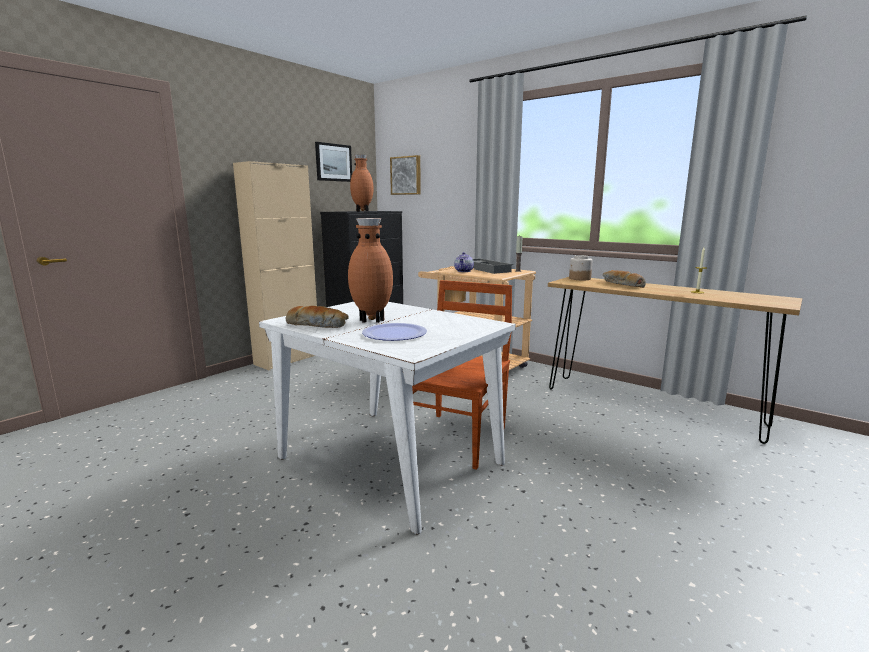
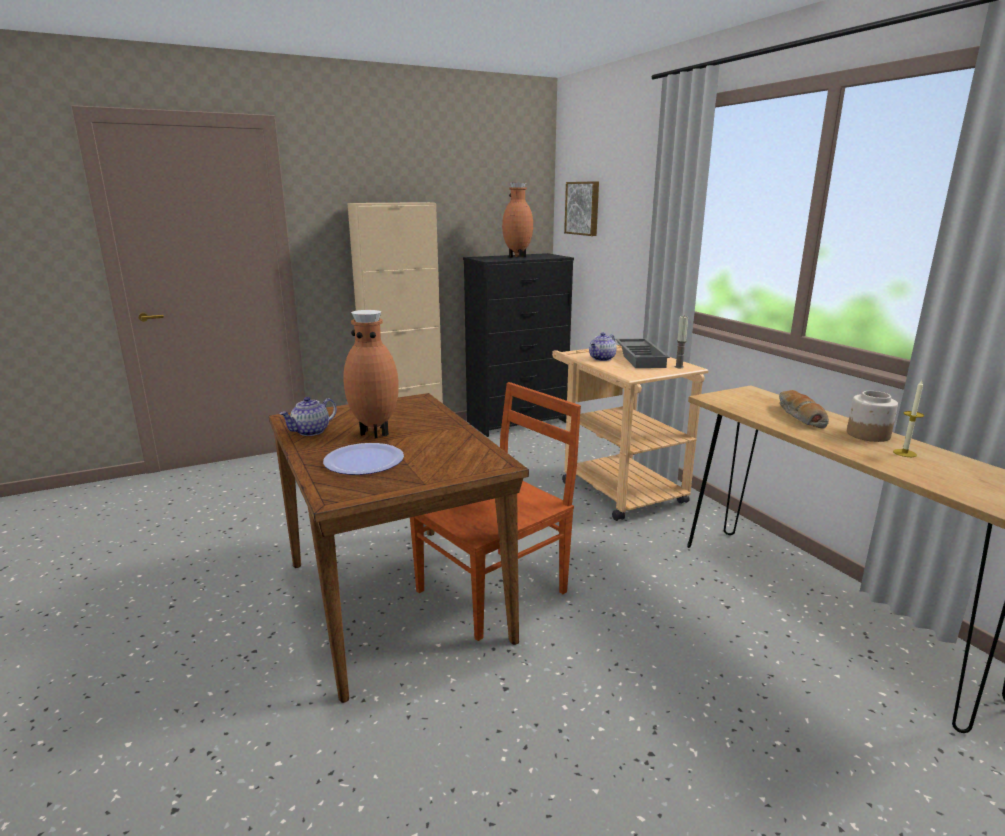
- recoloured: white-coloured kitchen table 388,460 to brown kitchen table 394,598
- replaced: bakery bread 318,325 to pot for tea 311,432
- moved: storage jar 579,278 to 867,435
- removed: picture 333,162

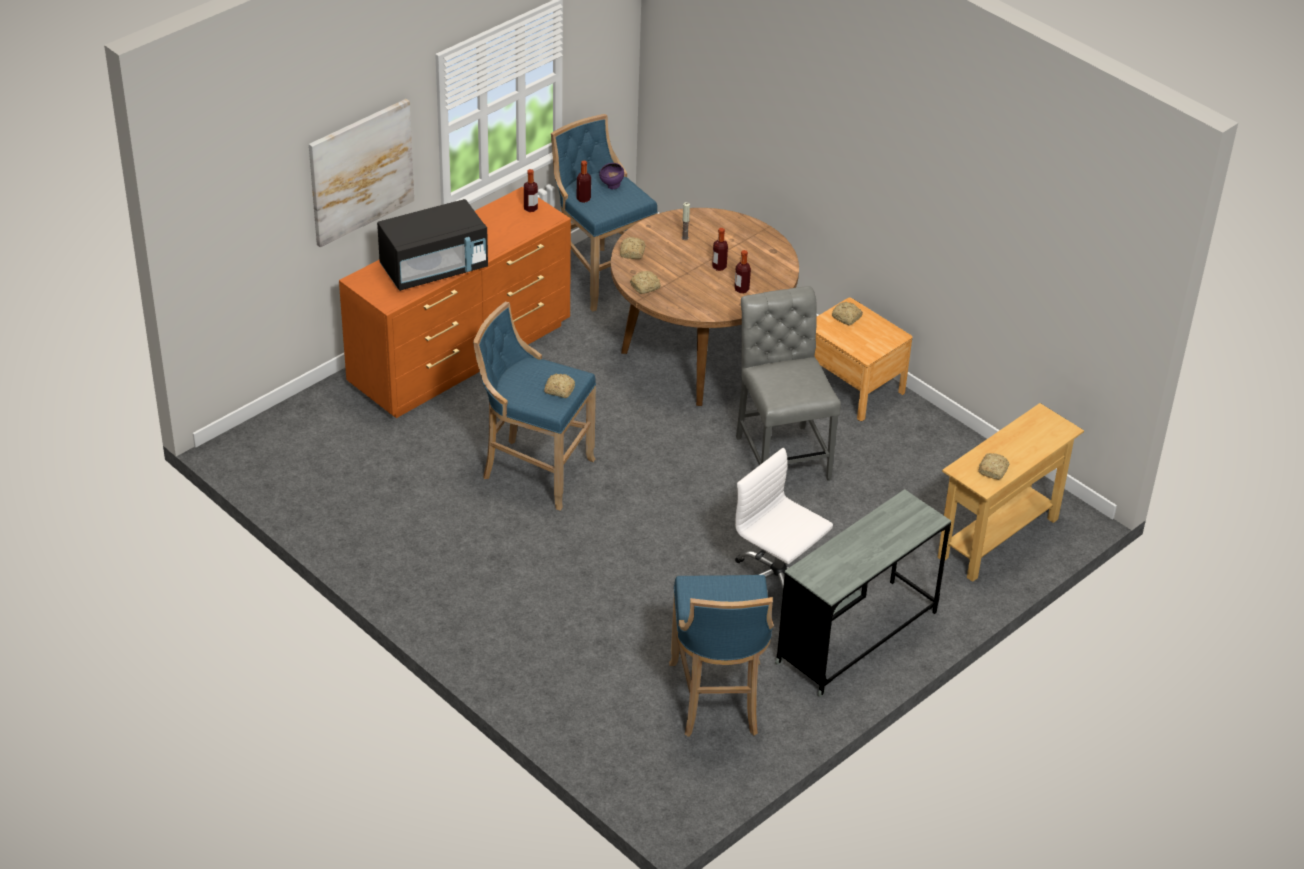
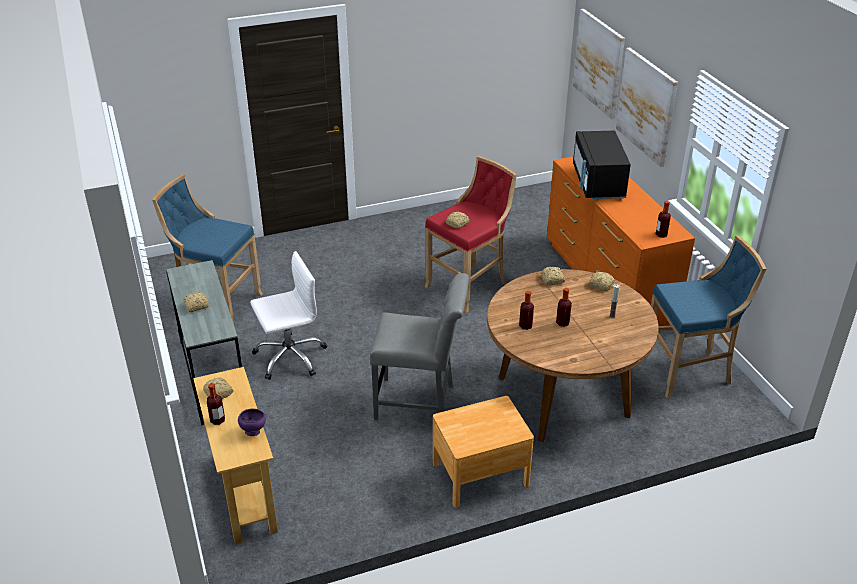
- moved: bakery bread 847,318 to 195,306
- moved: bottle 583,199 to 217,420
- moved: purplish serving bowl 611,186 to 253,431
- recoloured: bluish stool 534,470 to red-coloured stool 469,285
- added: picture 599,63

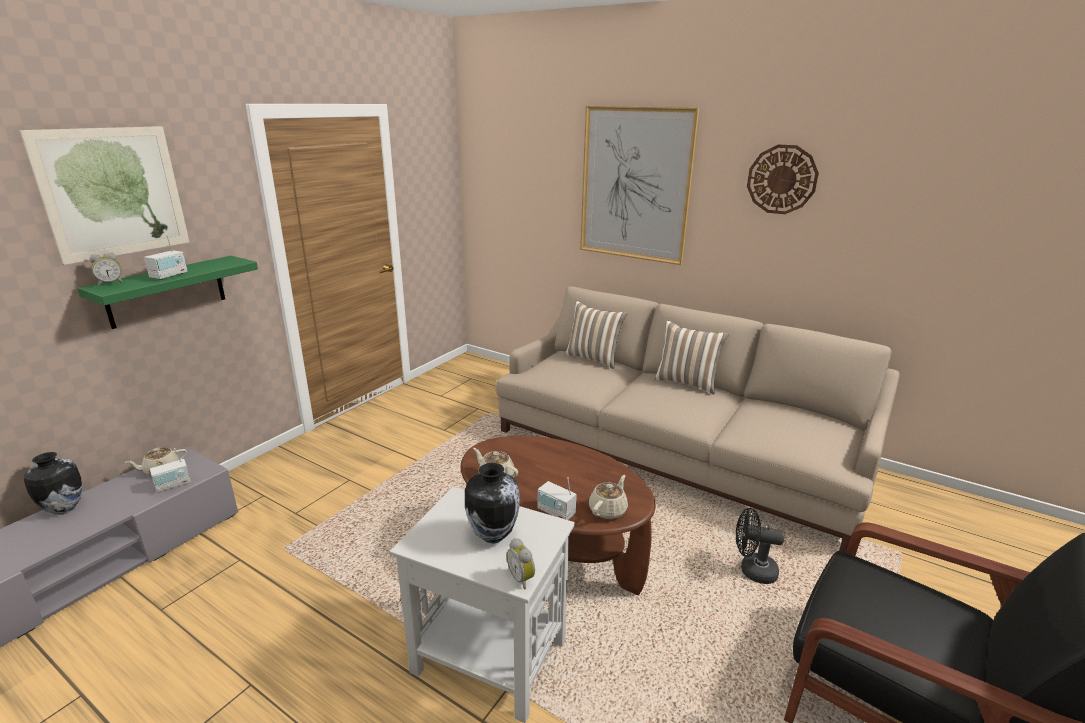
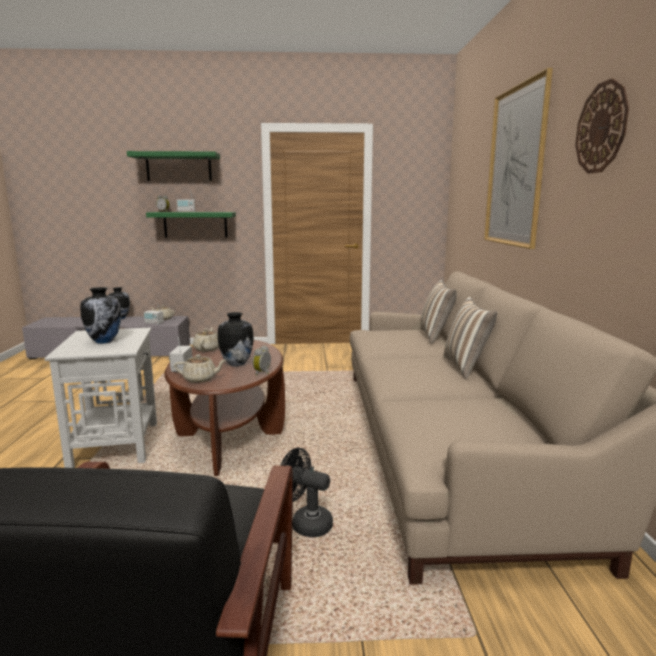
- replaced: picture 114,192 to green bracket shelf 179,167
- added: vase 236,364
- moved: table clock 522,578 to 263,373
- turned: black fan 752,570 = 305,523 45 degrees counterclockwise

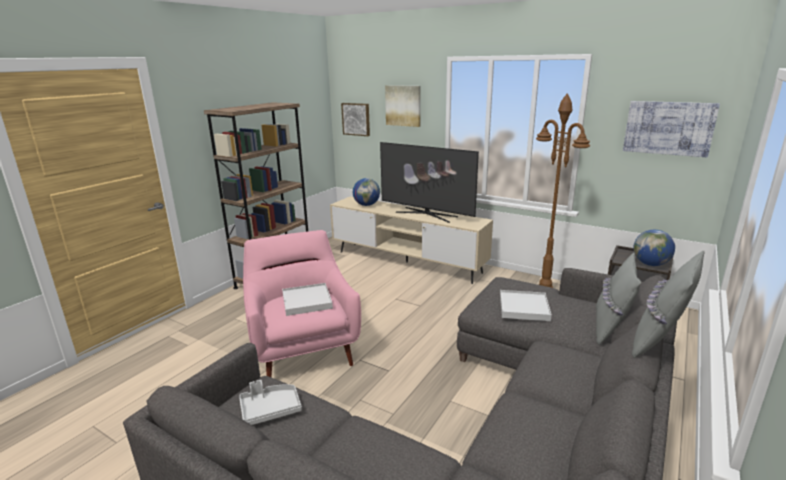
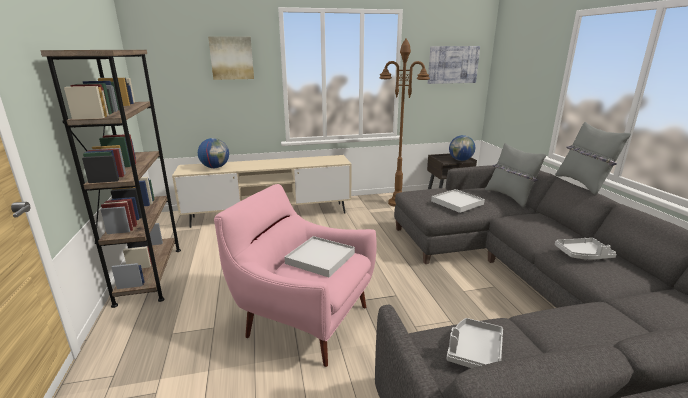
- added: greyish serving tray 583,254
- removed: picture 356,119
- removed: TV set 426,214

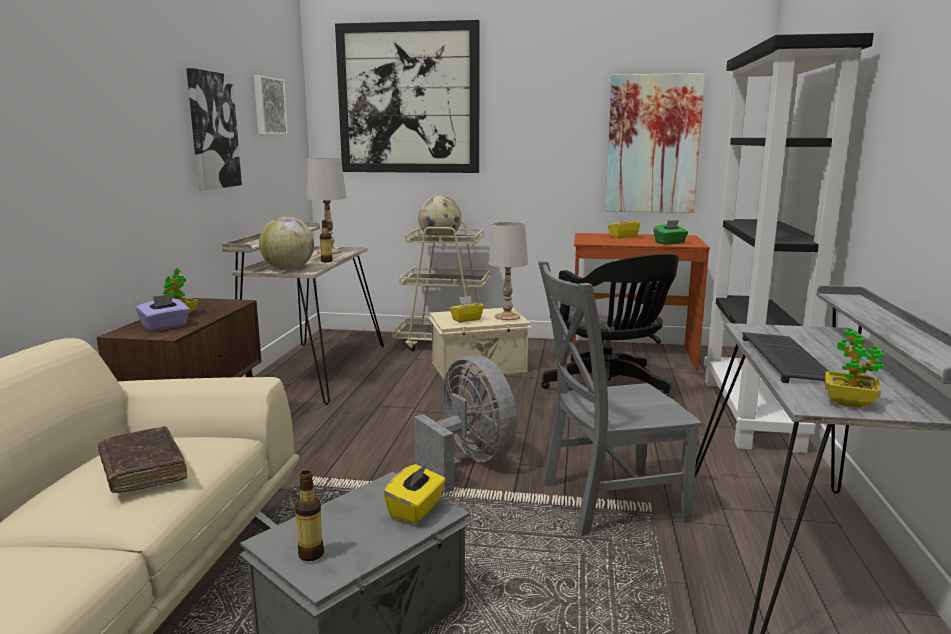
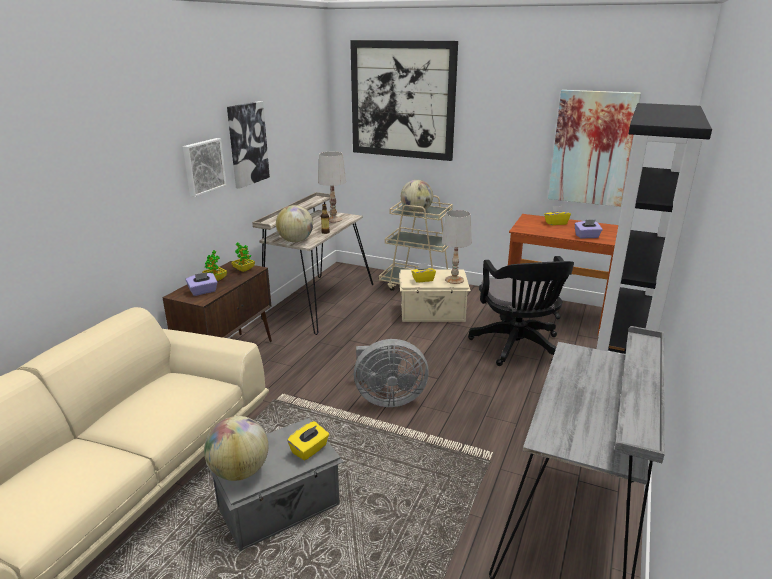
- moved: picture 268,106 to 203,166
- replaced: bottle 311,554 to globe 239,471
- moved: potted plant 849,402 to 244,269
- turned: greyish fan 468,463 = 387,398 105 degrees clockwise
- recoloured: green tissue holder 670,243 to purplish tissue holder 587,236
- removed: brown bound book 142,470
- removed: greyish plain chair 606,501
- removed: PC keyboard 788,360

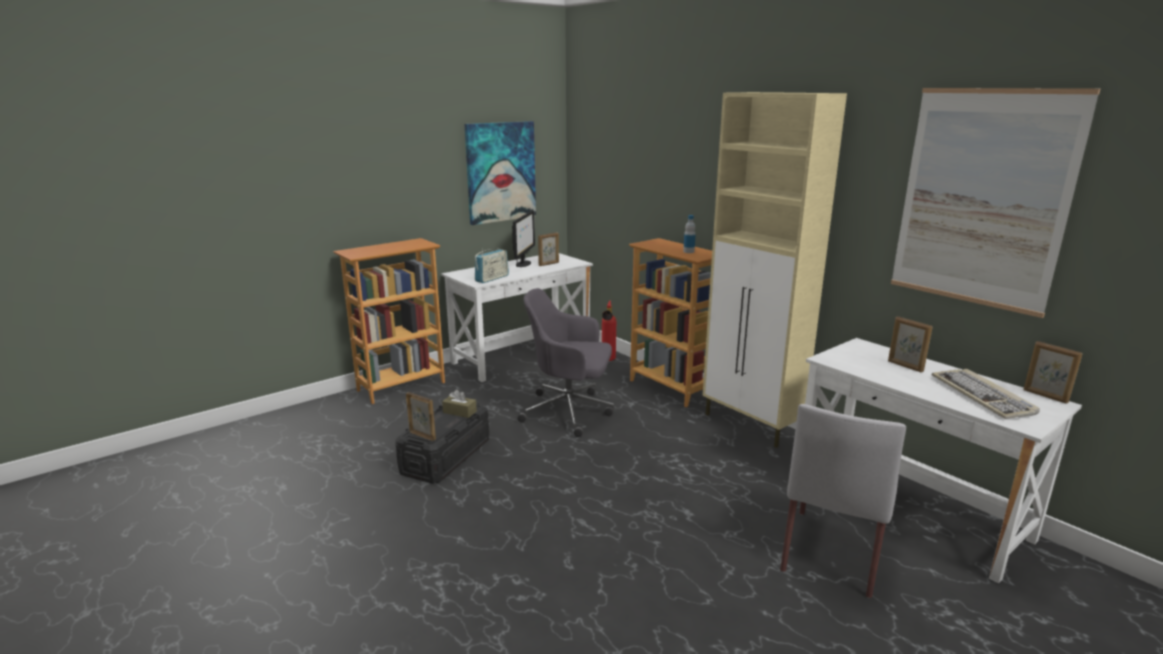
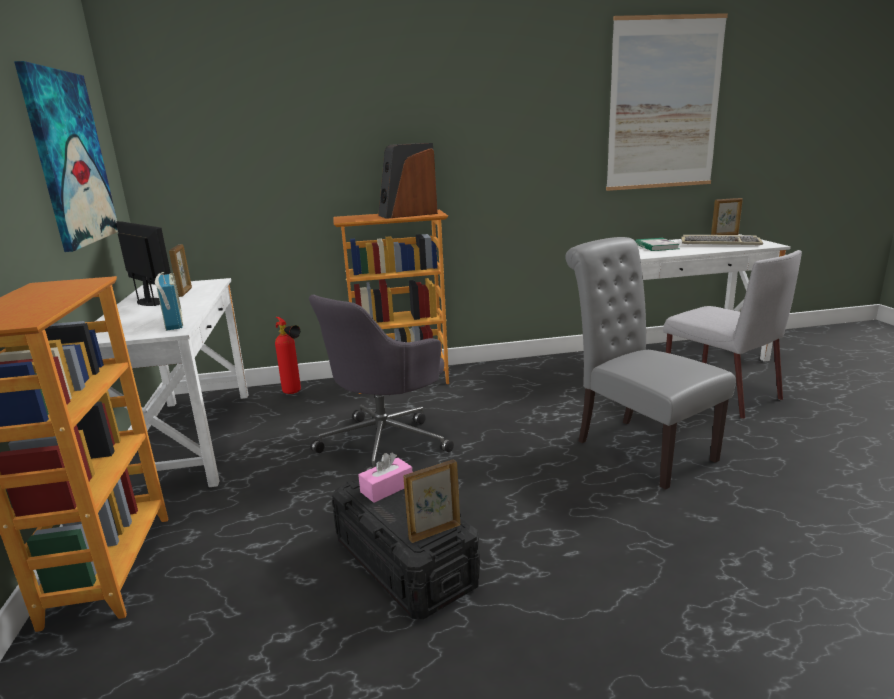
- recoloured: brown tissue holder 459,412 to pinkish tissue holder 387,488
- replaced: bottle 688,251 to speaker 408,214
- added: greyish plain chair 637,447
- replaced: photo frame 905,366 to bound book 656,246
- removed: beige-coloured cupboard 751,425

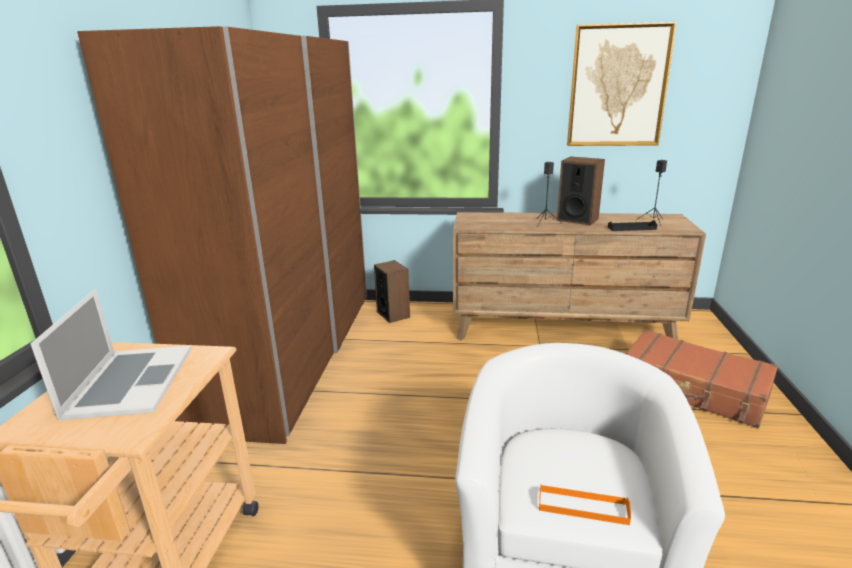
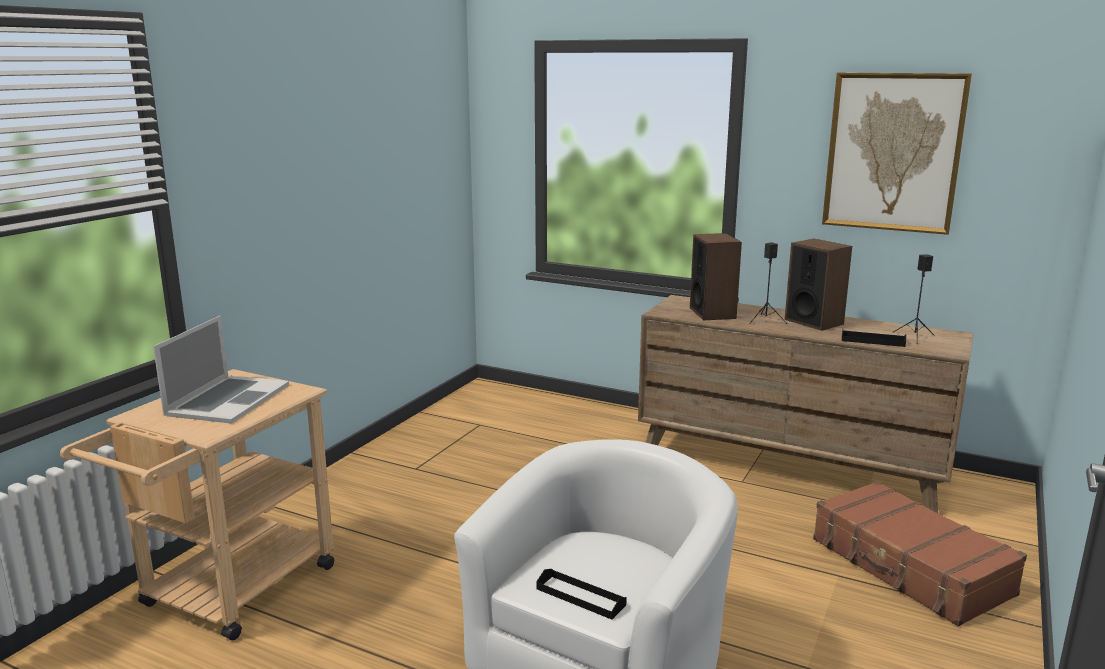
- recoloured: orangey serving tray 583,507 to black serving tray 580,597
- moved: speaker 393,314 to 712,313
- removed: brown armoire 292,354

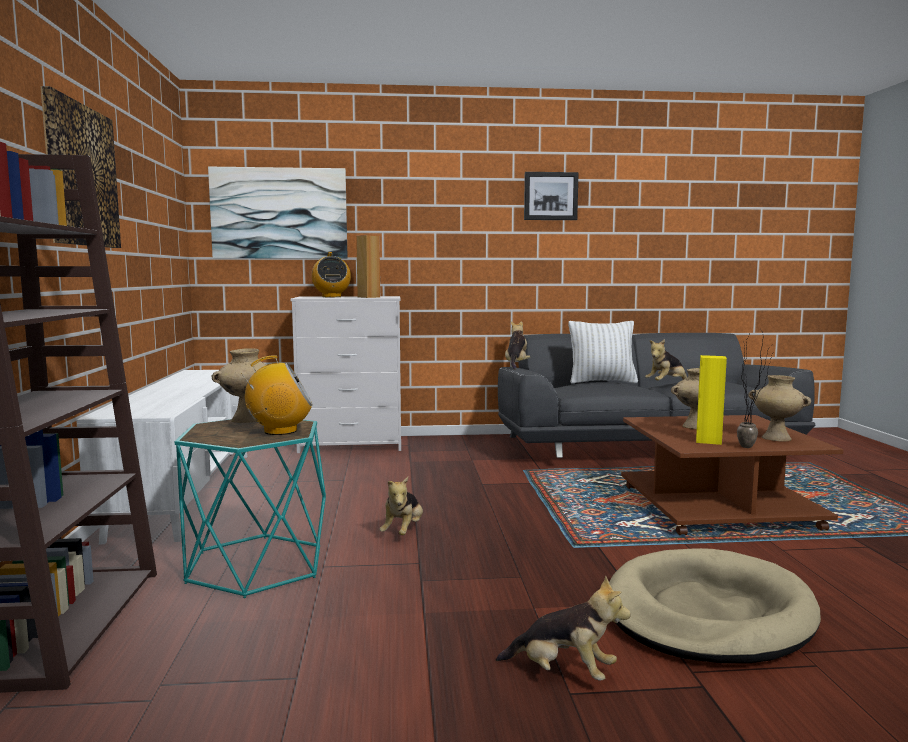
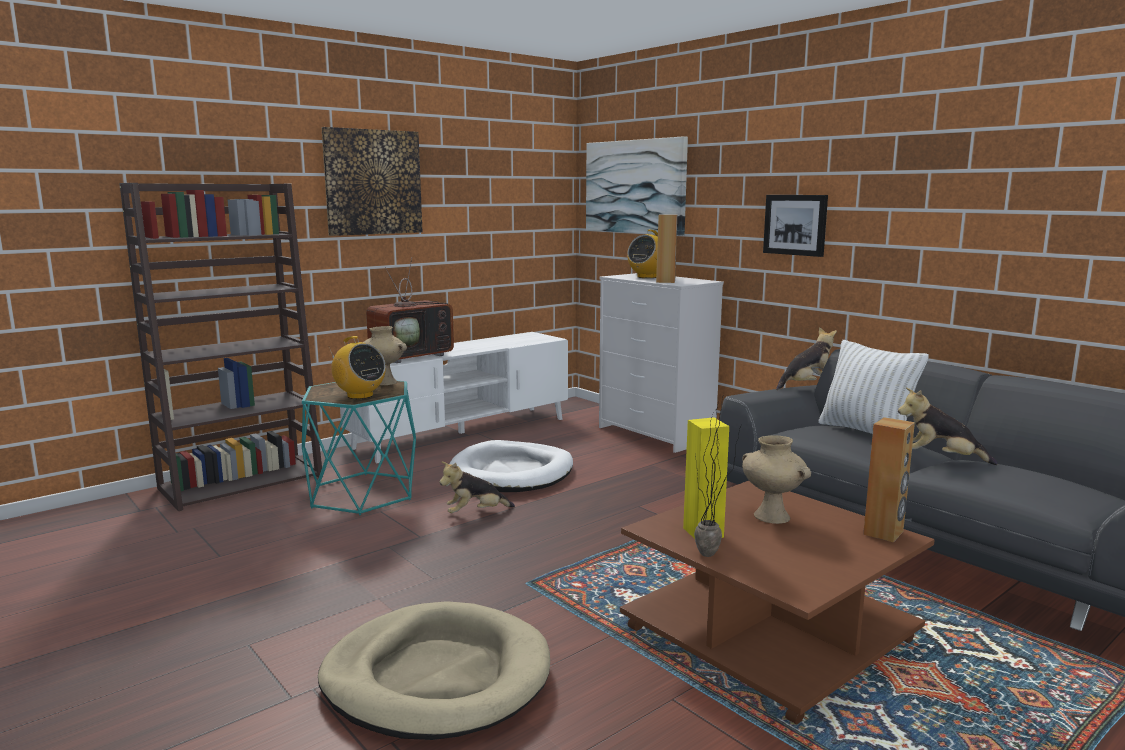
- added: TV set 412,356
- added: white-coloured pet bed 512,472
- moved: picture 550,196 to 795,224
- added: brown speaker 884,533
- removed: plush toy 563,673
- removed: beige-coloured vase 777,438

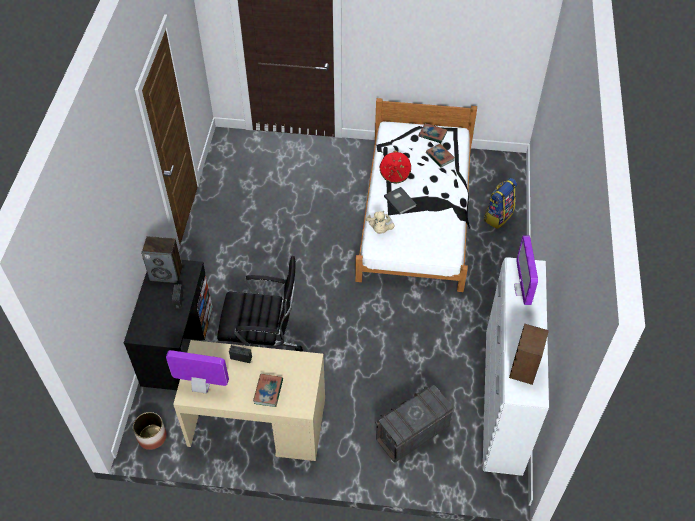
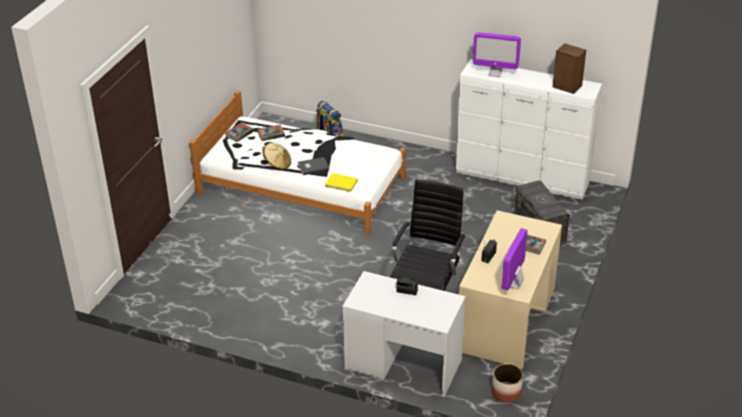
- recoloured: red-coloured clothing hat 395,174 to beige-coloured clothing hat 278,164
- replaced: beige-coloured plush toy 379,229 to yellowish bound book 341,184
- recoloured: black desk table 177,346 to white-coloured desk table 403,364
- removed: speaker 166,273

